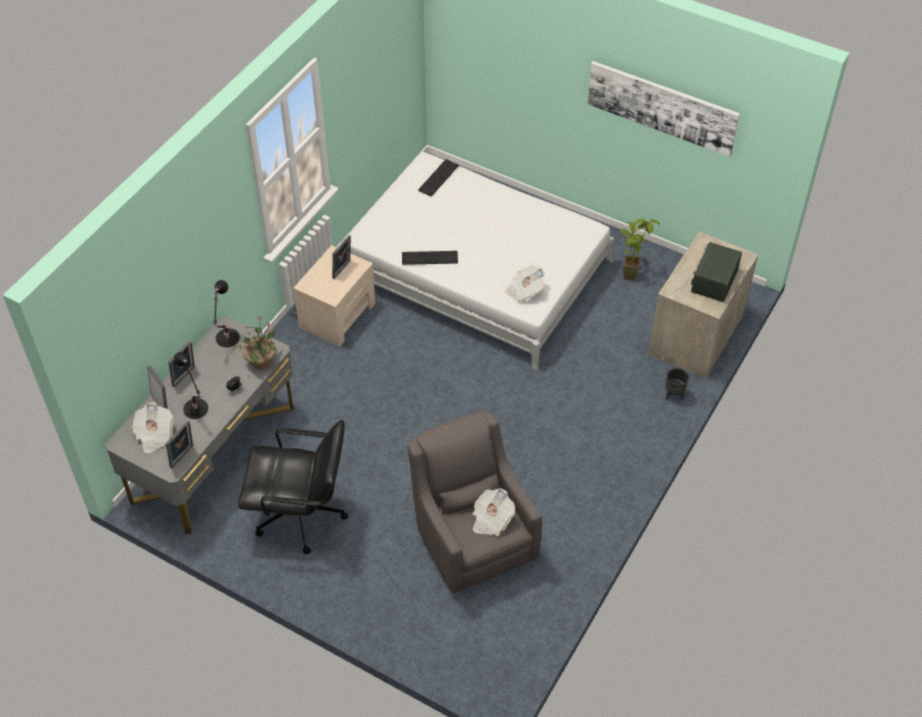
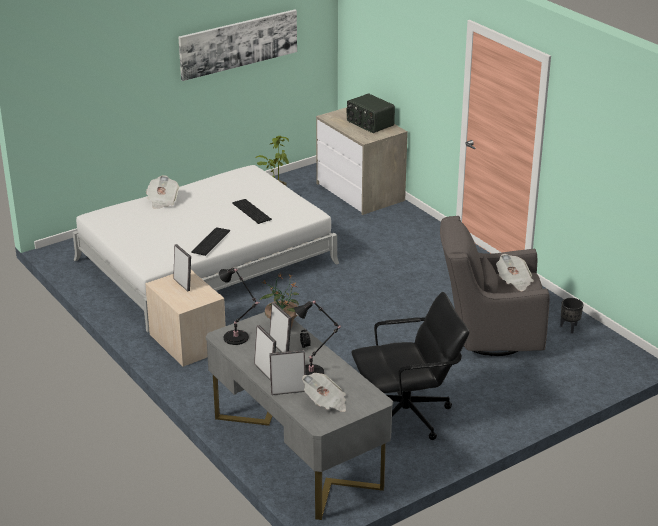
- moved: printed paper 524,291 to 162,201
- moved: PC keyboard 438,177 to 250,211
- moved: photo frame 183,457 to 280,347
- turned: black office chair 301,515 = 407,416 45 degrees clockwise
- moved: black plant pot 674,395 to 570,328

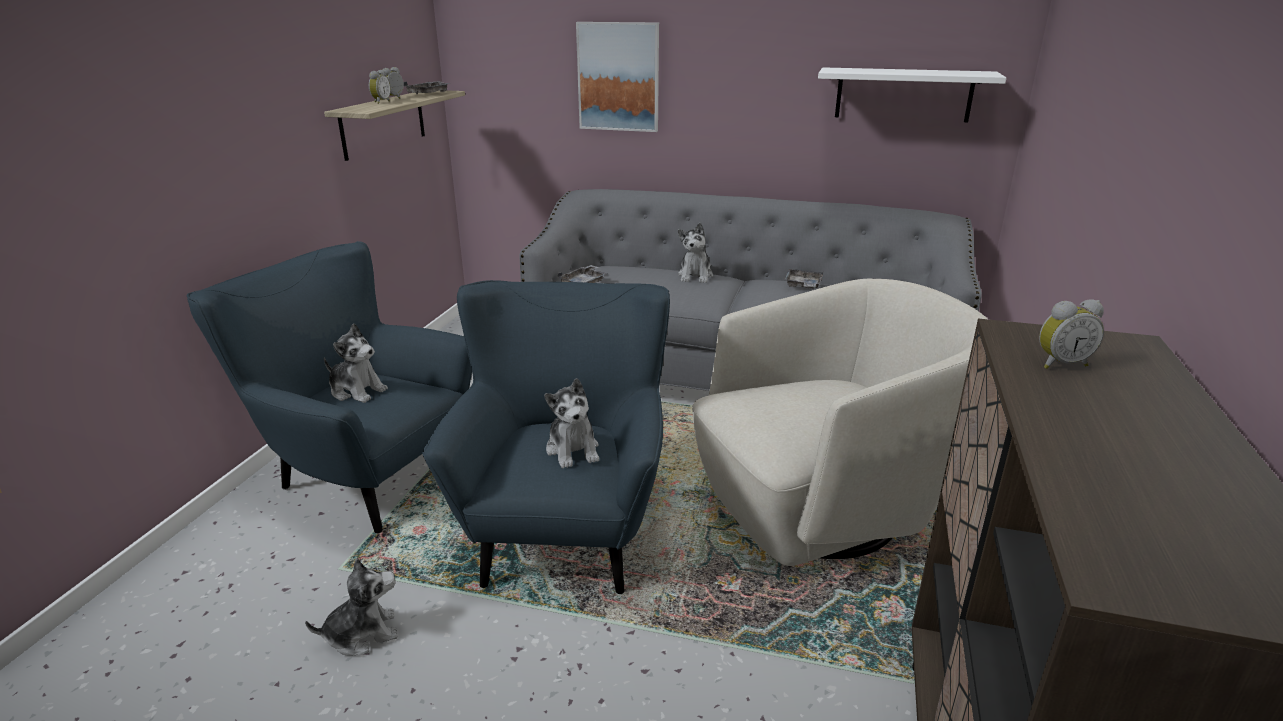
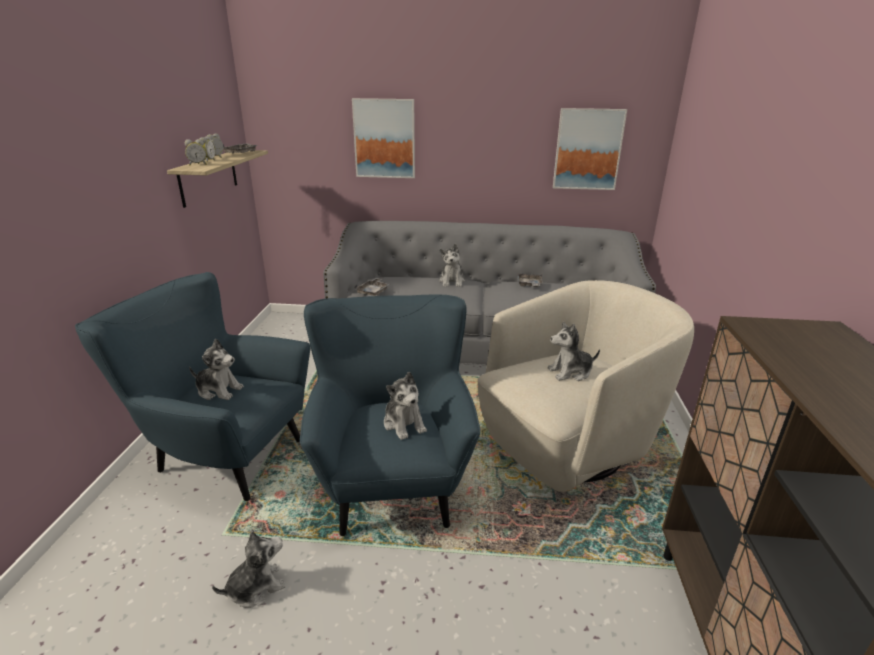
- moved: table clock 1060,363 to 198,164
- added: plush toy 570,372
- replaced: white-coloured bracket shelf 903,94 to picture 588,149

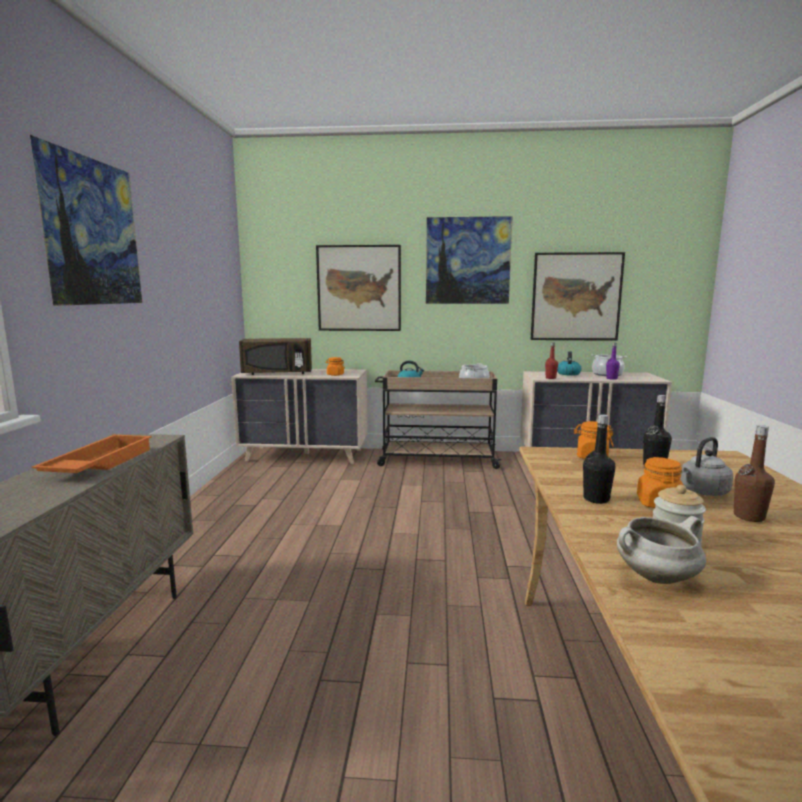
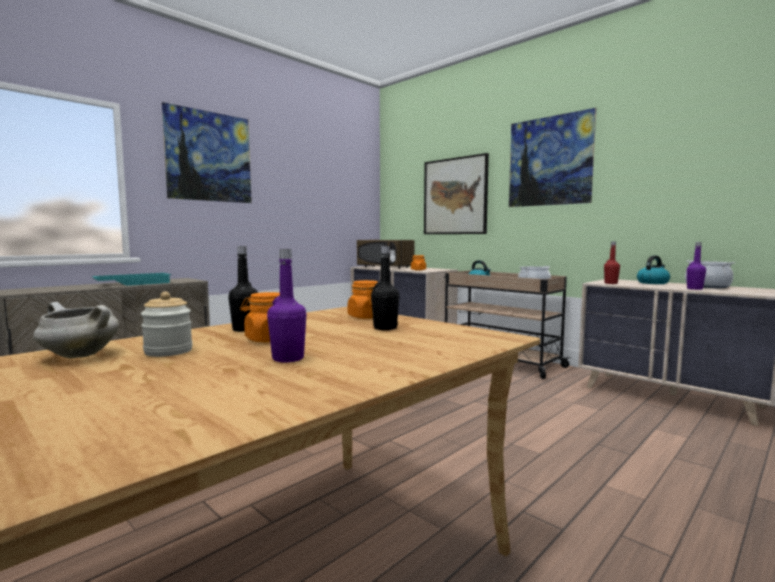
- recoloured: orangey serving tray 98,463 to blue-green serving tray 133,284
- recoloured: brown bottle 749,517 to purplish bottle 288,358
- removed: picture 576,297
- removed: greyish tea kettle 702,492

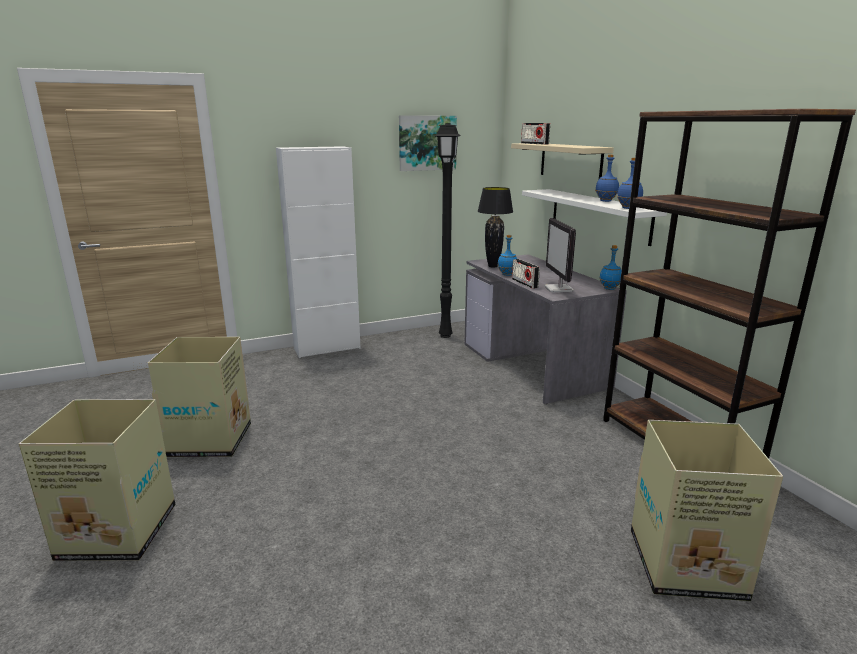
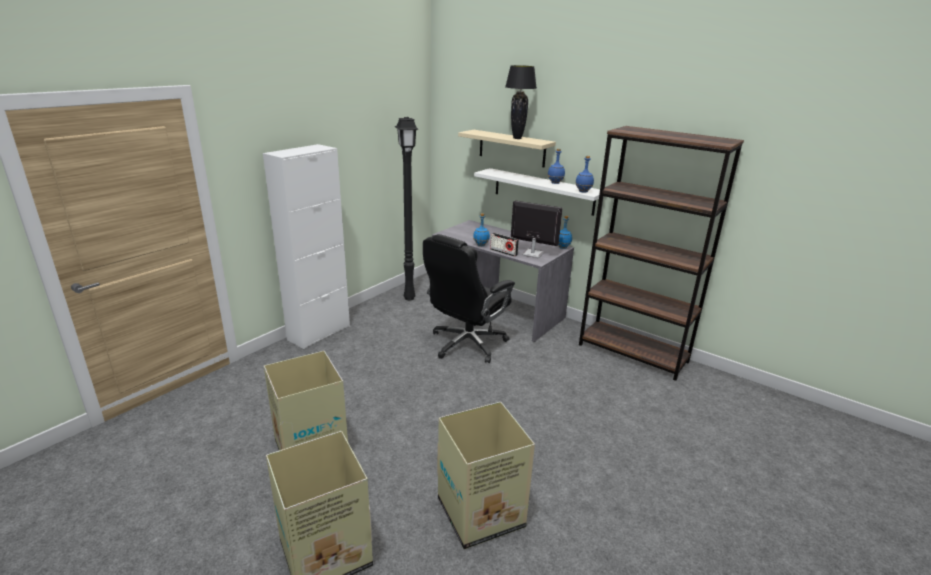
- added: black office chair 466,344
- moved: cardboard box 688,565 to 482,513
- moved: black table lamp 493,266 to 517,138
- turned: computer screen 559,289 = 532,254 150 degrees clockwise
- removed: picture 427,143
- removed: radio set 534,143

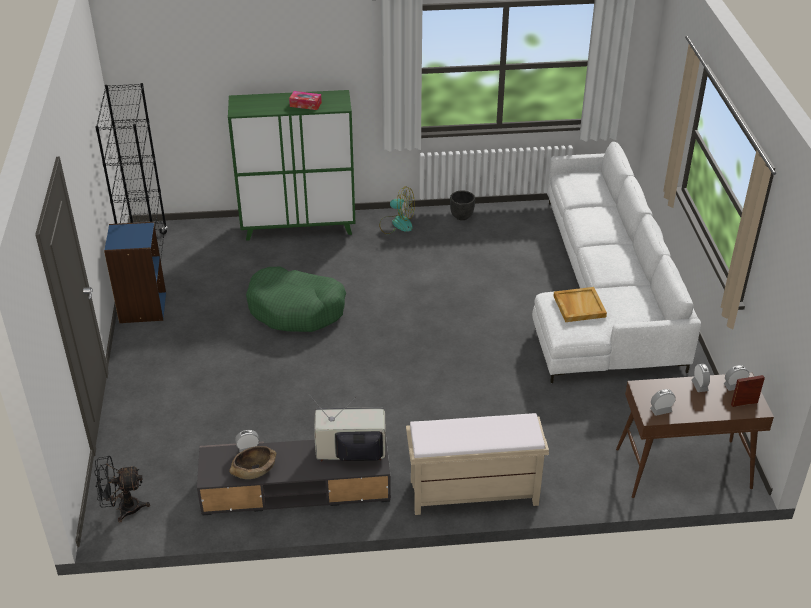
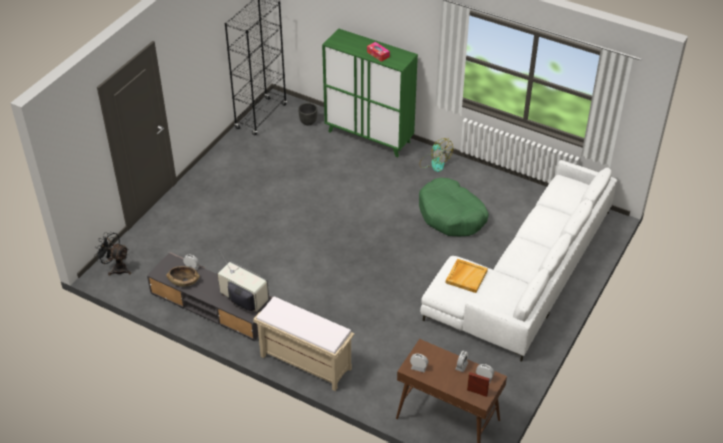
- moved: black plant pot 461,216 to 308,122
- moved: green pet bed 296,309 to 451,215
- removed: bluish shelving unit 142,307

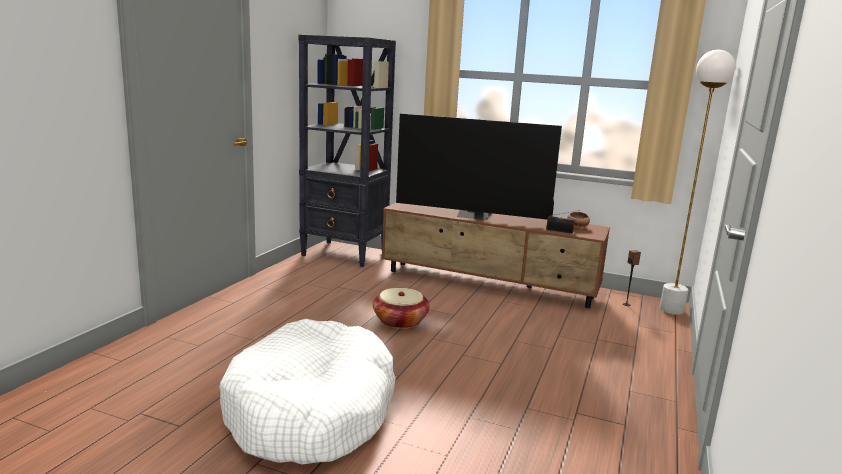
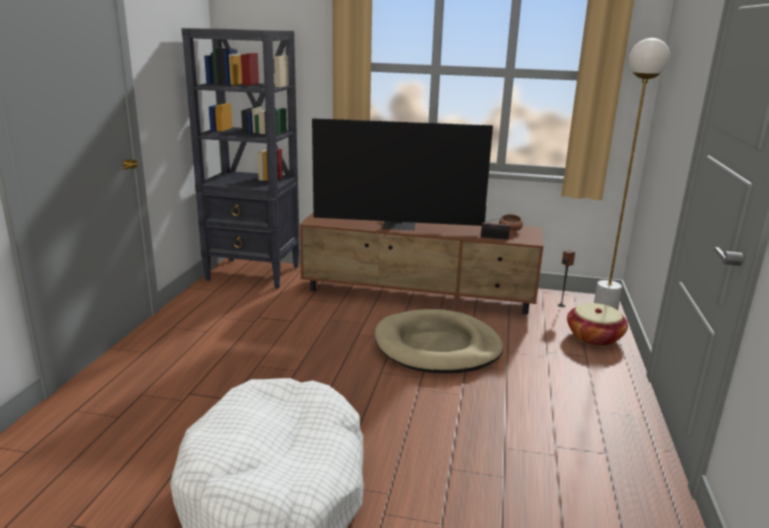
- added: beige-coloured pet bed 437,347
- moved: household basket 400,321 to 594,337

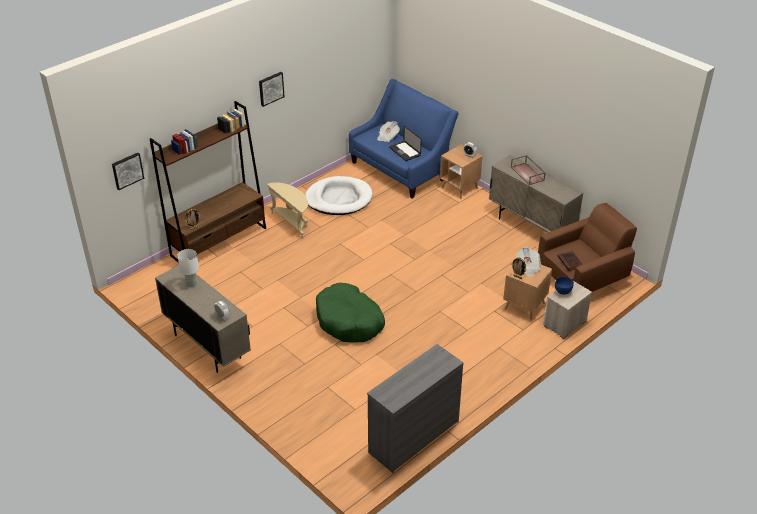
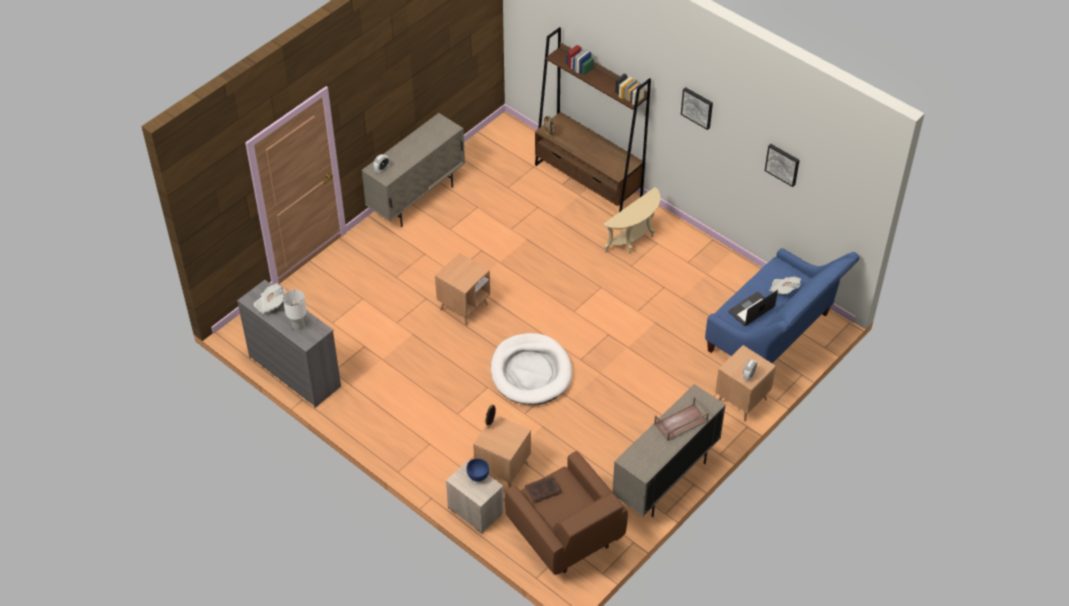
- moved: printed paper 527,267 to 270,304
- moved: white-coloured table lamp 192,283 to 298,326
- replaced: green pet bed 349,321 to brown side table 464,307
- moved: white-coloured pet bed 338,199 to 531,372
- moved: picture 127,170 to 783,164

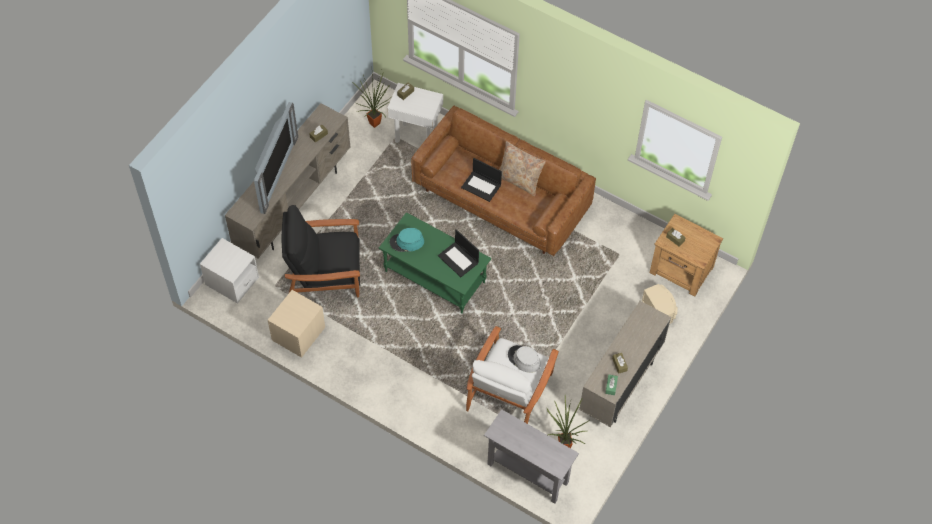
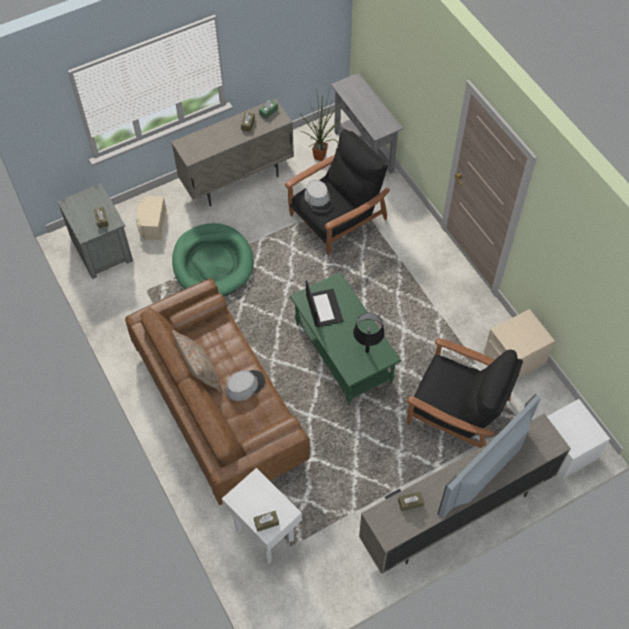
- recoloured: brown bedside table 681,271 to greyish bedside table 102,249
- added: green pet bed 213,263
- replaced: notebook computer 481,186 to greyish clothing hat 245,385
- recoloured: white-coloured armchair 510,391 to black armchair 337,218
- replaced: blue-green clothing hat 407,242 to black table lamp 367,351
- removed: potted plant 375,125

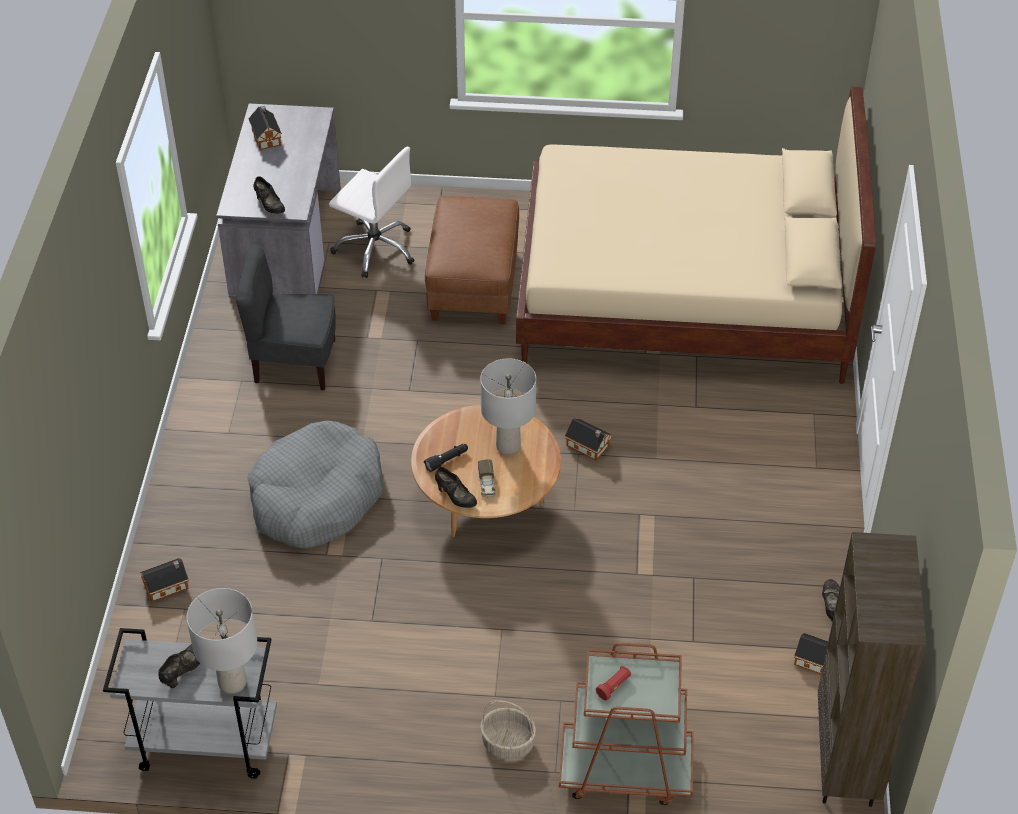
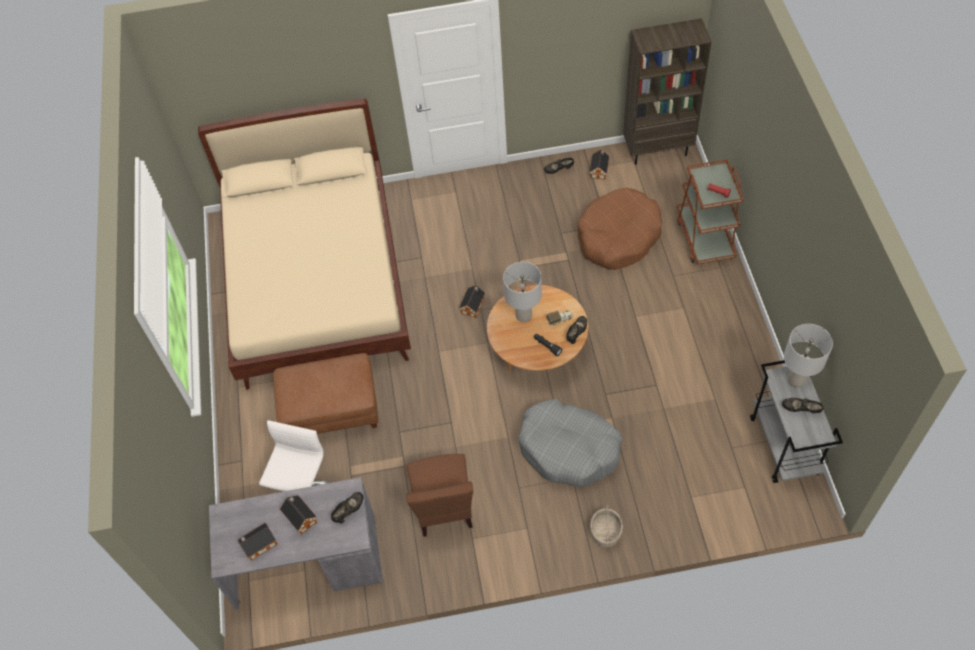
- moved: model house 168,586 to 300,517
- recoloured: greyish plain chair 294,363 to brown plain chair 444,507
- added: brown pet bed 618,237
- moved: household basket 507,743 to 606,533

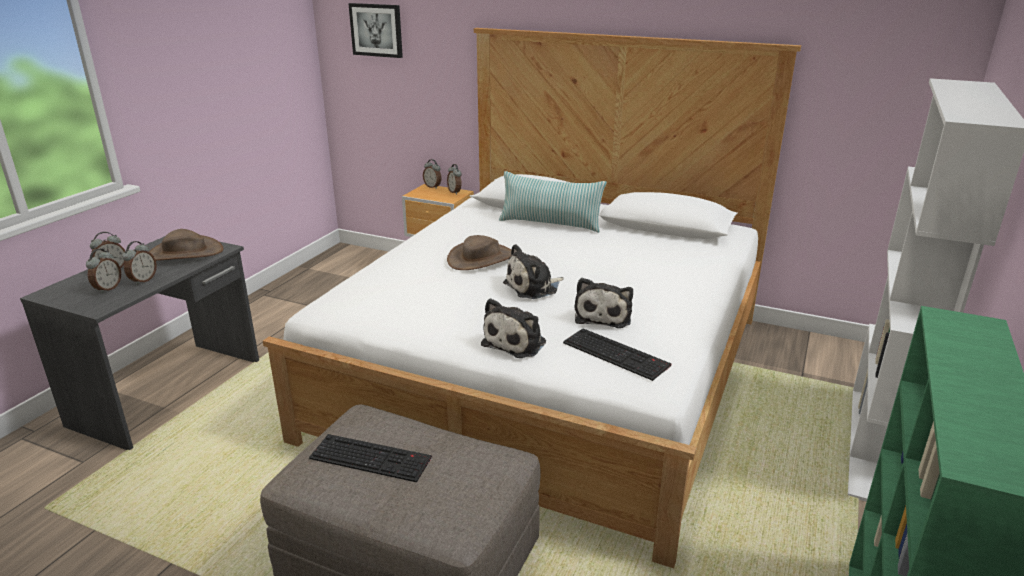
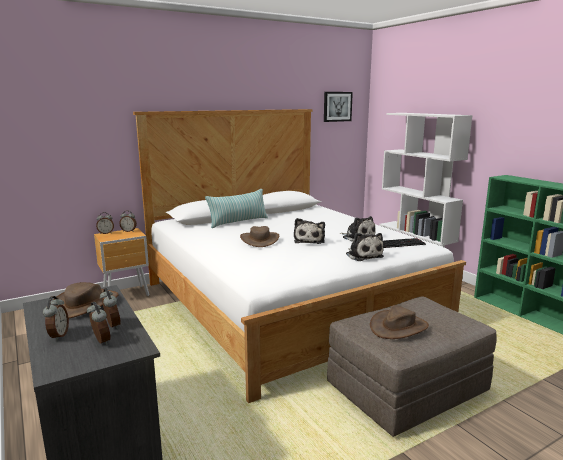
- moved: picture 376,30 to 337,106
- replaced: PC keyboard 372,457 to brown clothing hat 398,327

